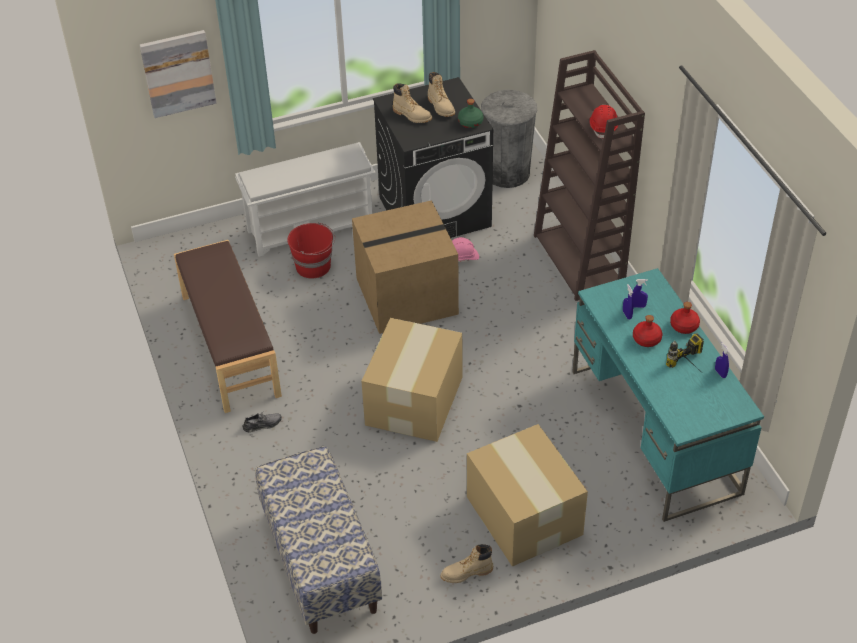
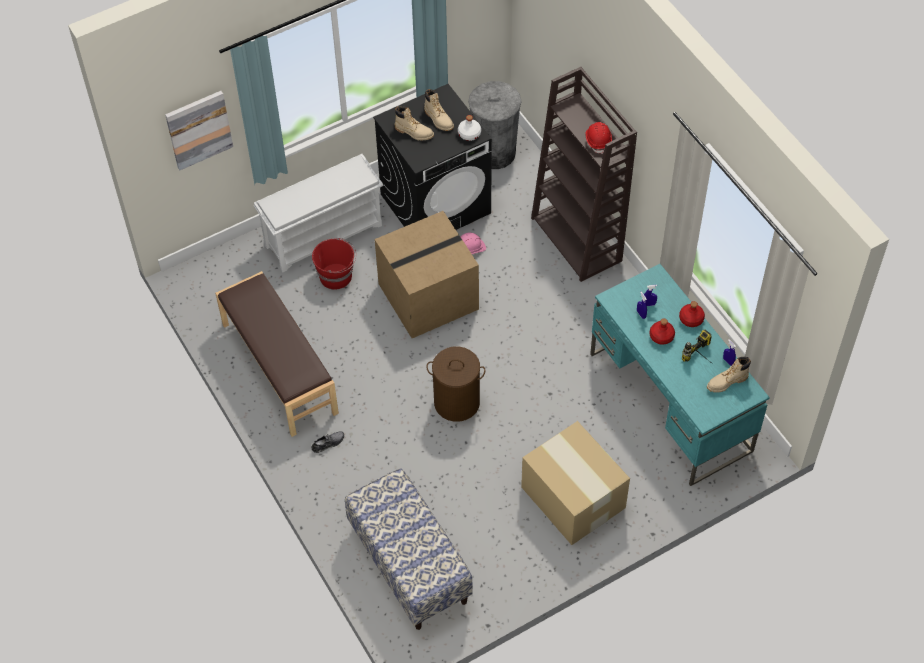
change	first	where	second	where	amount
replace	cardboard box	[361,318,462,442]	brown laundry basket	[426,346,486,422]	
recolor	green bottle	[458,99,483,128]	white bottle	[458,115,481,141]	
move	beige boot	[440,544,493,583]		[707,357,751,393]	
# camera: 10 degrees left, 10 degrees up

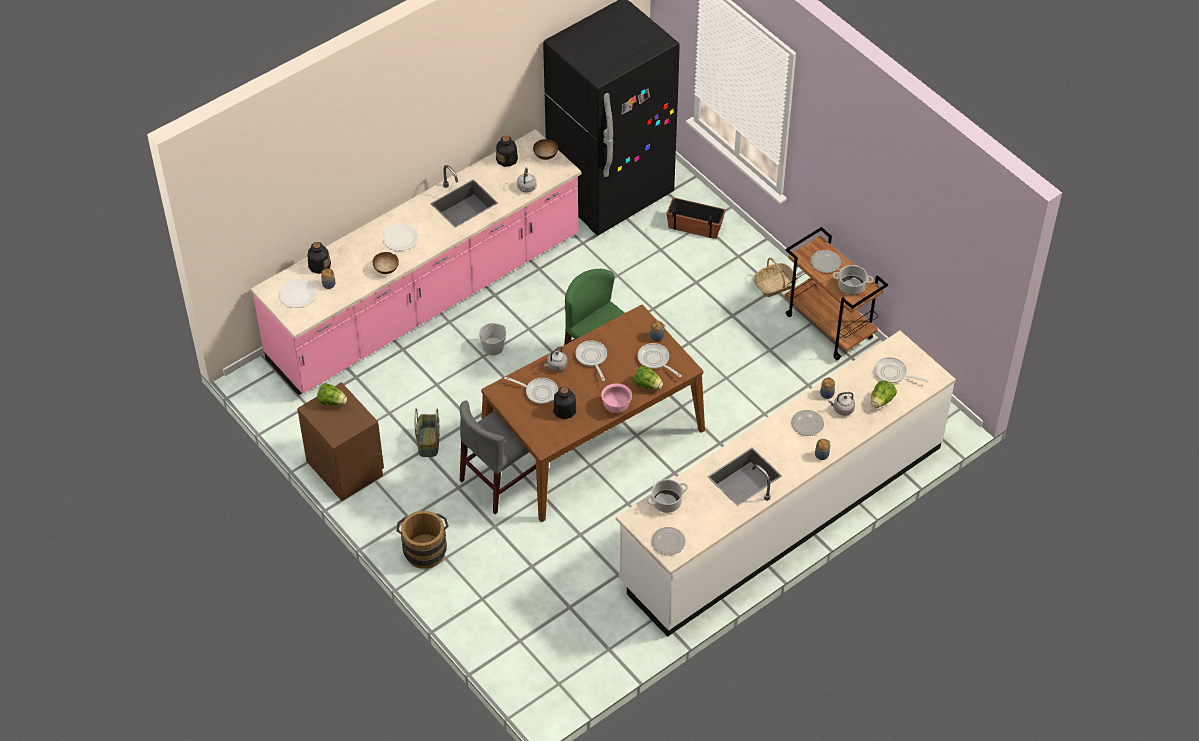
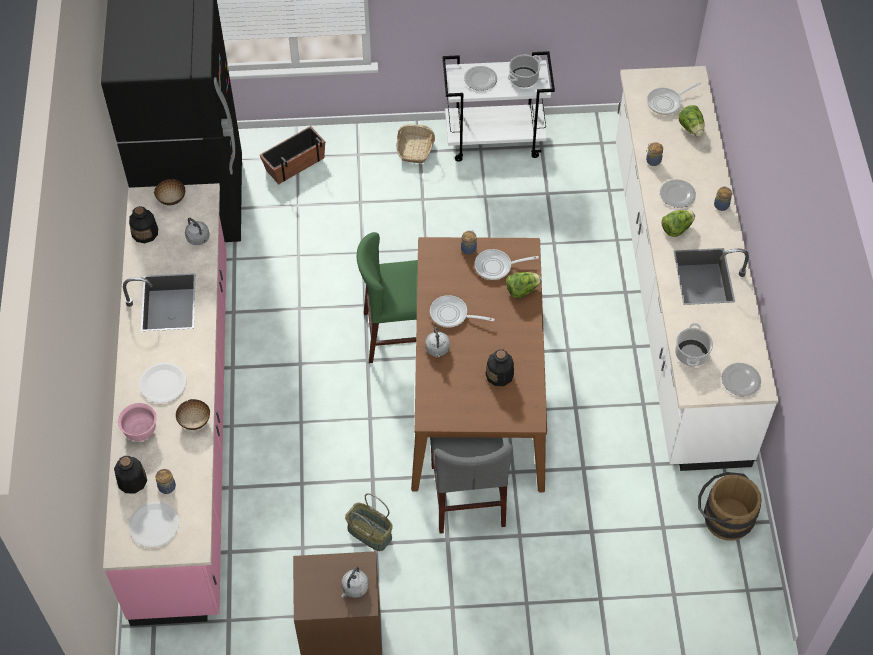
change	first	where	second	where	amount
move	pink bowl	[601,383,632,413]		[118,403,157,441]	
move	grey kettle	[828,392,855,416]		[341,567,369,598]	
recolor	brown cart	[784,227,888,360]	white cart	[442,51,555,162]	
move	lettuce	[317,383,347,406]		[661,210,695,237]	
move	brown bucket	[396,511,449,569]		[698,472,762,541]	
delete	white bucket	[479,323,506,356]			
delete	frying pan	[504,377,558,404]			
# camera: 55 degrees left, 5 degrees up

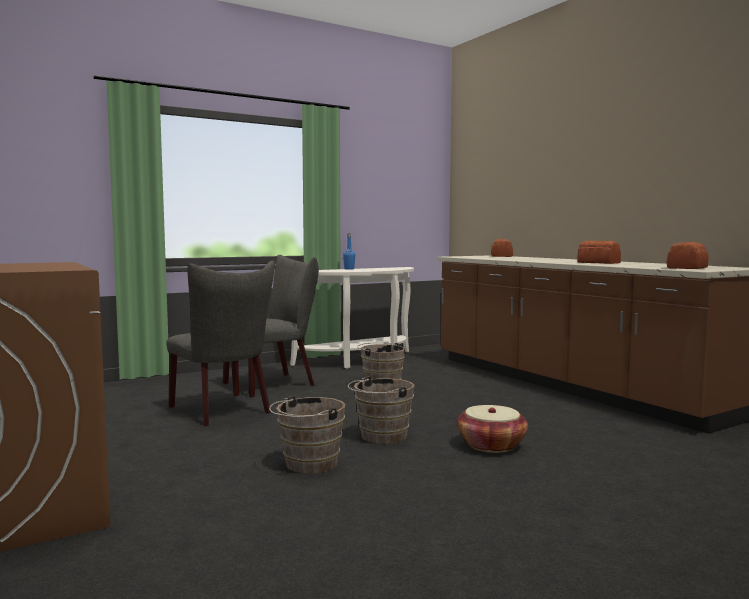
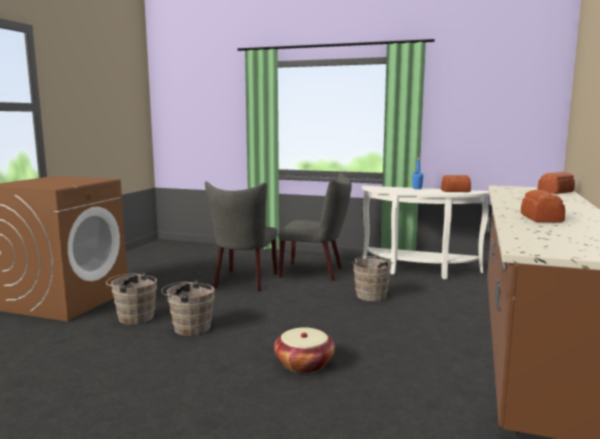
change	first	where	second	where	amount
move	brown bucket	[348,376,414,444]		[106,273,157,325]	
move	bread	[666,242,708,269]		[441,175,471,192]	
# camera: 50 degrees right, 5 degrees up

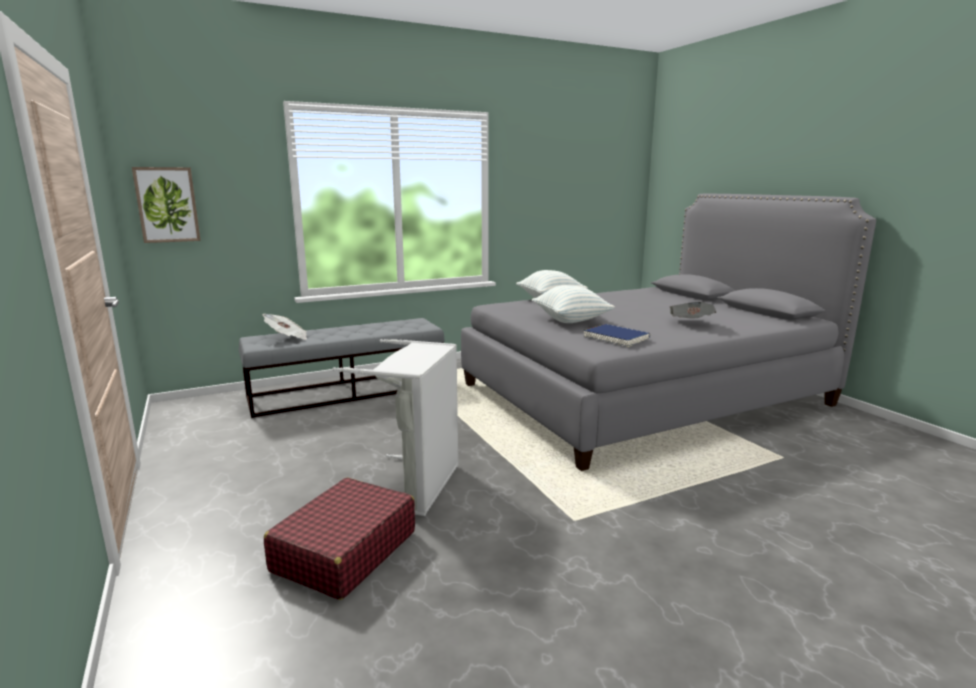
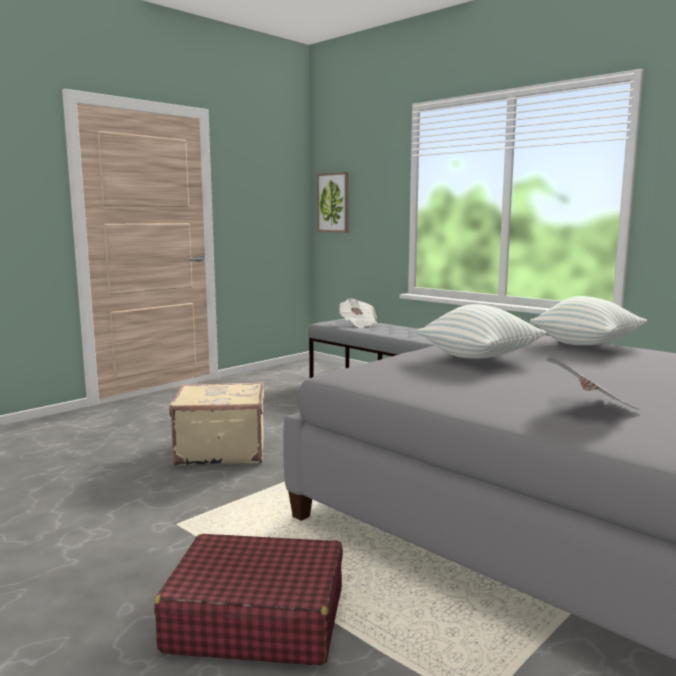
change	first	where	second	where	amount
move	red suitcase	[264,477,415,600]		[154,534,343,665]	
replace	grey laundry basket	[332,339,459,516]	beige suitcase	[169,382,265,466]	
delete	blue book	[583,324,650,347]			
# camera: 70 degrees right, 5 degrees down

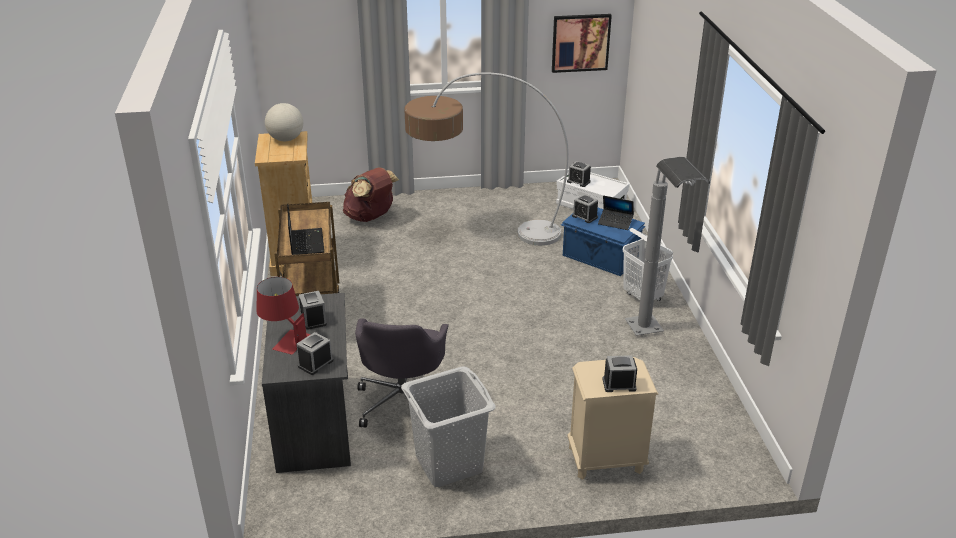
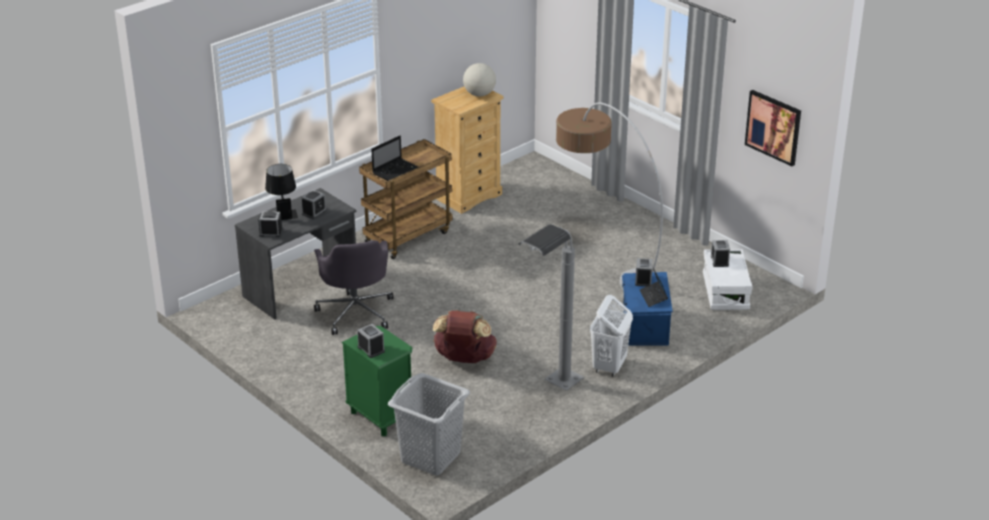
change	first	where	second	where	amount
recolor	red table lamp	[256,277,310,355]	black table lamp	[265,164,298,220]	
rotate	grey office chair	[355,318,452,427]		[314,240,394,335]	75 degrees counterclockwise
recolor	beige nightstand	[567,357,658,480]	green nightstand	[342,326,412,436]	
move	grey laundry basket	[401,367,495,487]		[388,373,470,476]	
move	brown backpack	[343,167,399,222]		[433,310,497,363]	
# camera: 55 degrees right, 0 degrees up

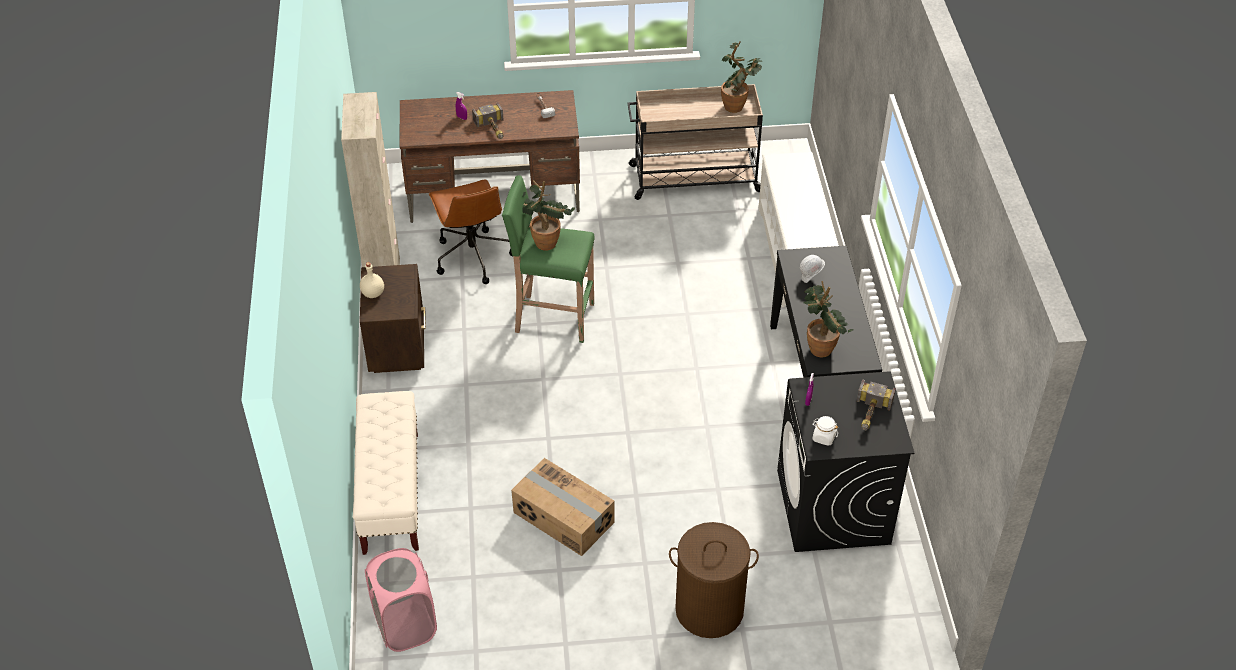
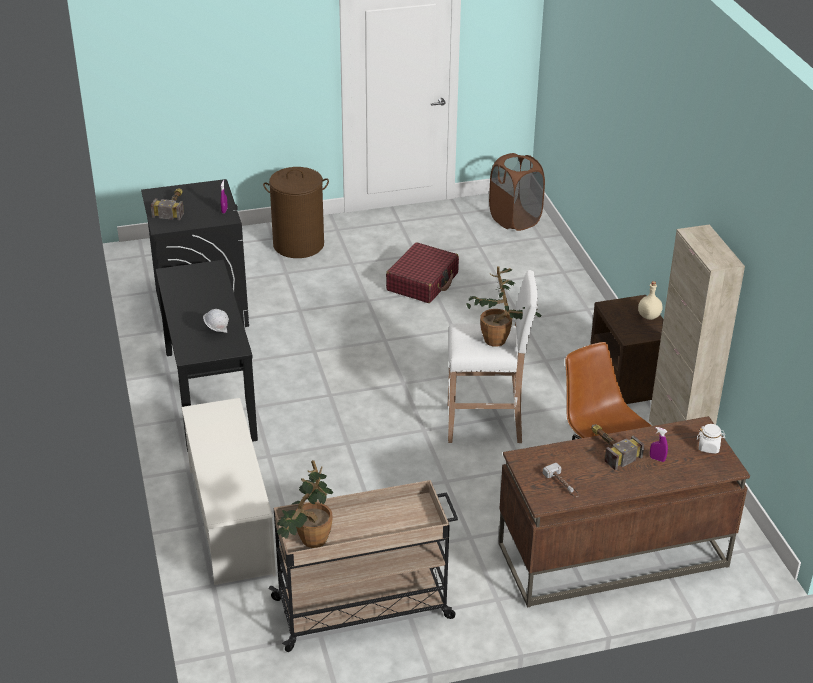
change	first	where	second	where	amount
replace	cardboard box	[511,458,615,556]	red suitcase	[386,242,459,303]	
recolor	green stool	[502,175,595,343]	white stool	[448,270,538,443]	
recolor	pink laundry basket	[365,548,437,652]	brown laundry basket	[489,153,545,231]	
move	white jar	[812,416,838,446]		[697,424,725,454]	
delete	beige bench	[353,391,419,555]			
delete	potted plant	[803,281,854,358]			
# camera: 170 degrees right, 10 degrees down

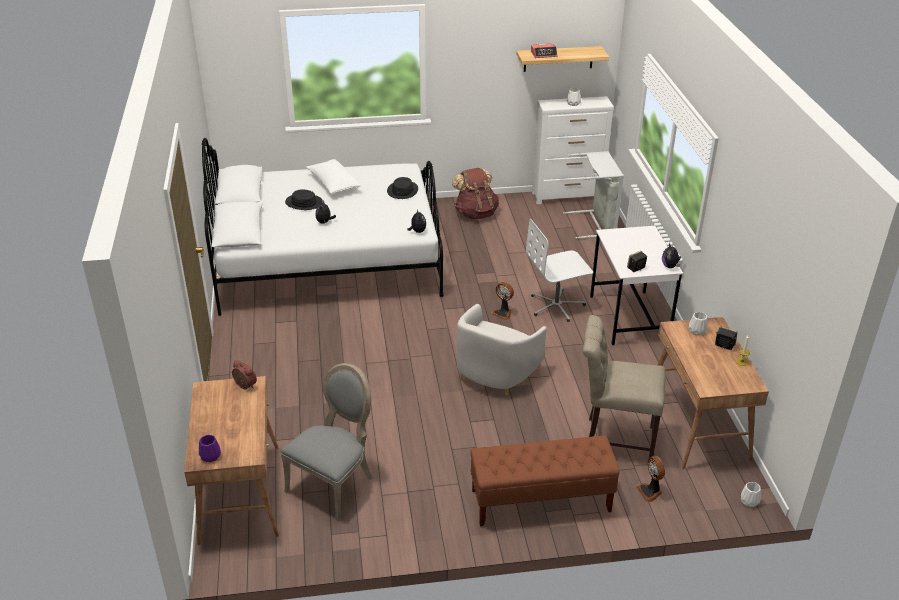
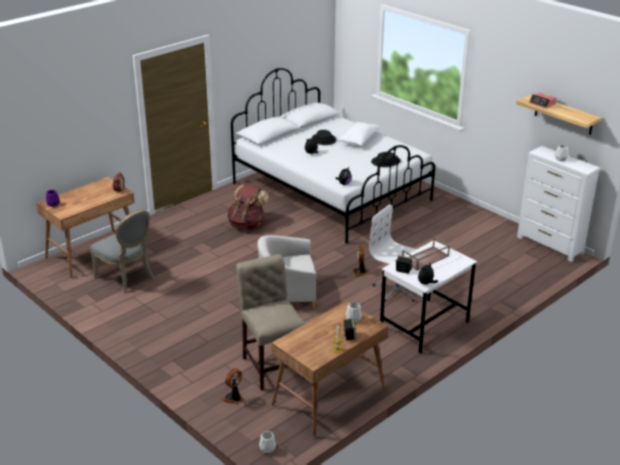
change	first	where	second	where	amount
rotate	grey chair	[281,363,373,522]		[90,209,154,293]	45 degrees clockwise
move	brown backpack	[452,168,499,219]		[227,184,269,230]	
insert			brown tray	[402,237,450,270]	
delete	brown bench	[471,435,620,526]			
delete	grey laundry basket	[563,151,624,239]			
# camera: 55 degrees right, 5 degrees down

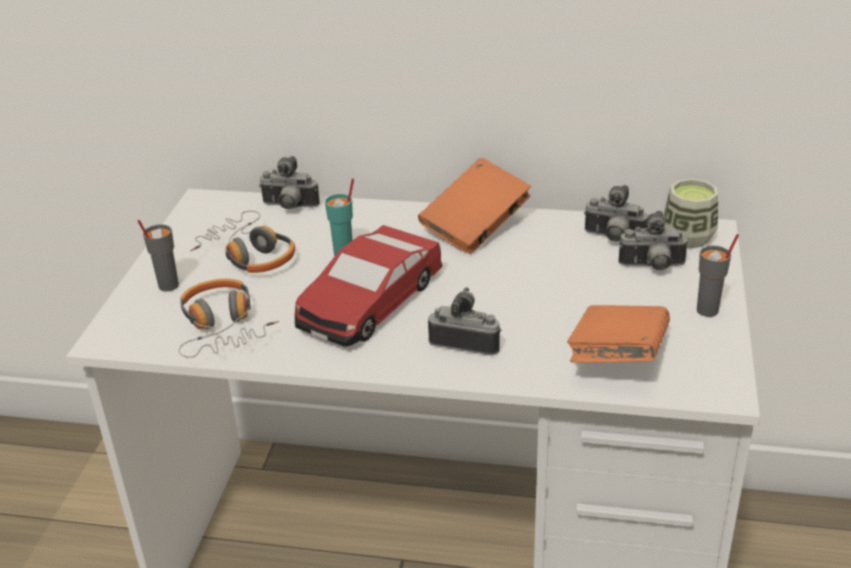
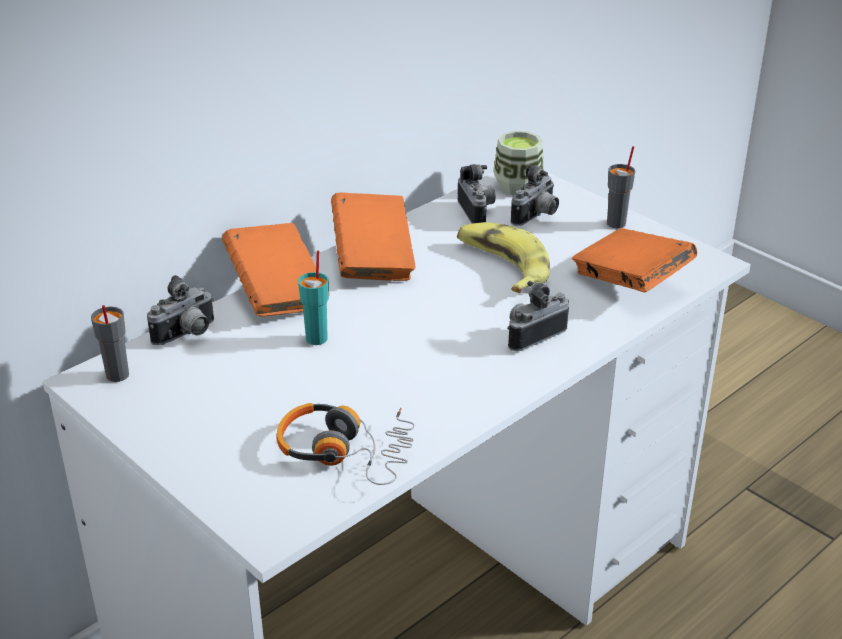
change	first	where	second	where	amount
move	grey cup	[138,220,179,292]		[91,305,129,382]	
insert			orange book	[222,223,330,316]	
rotate	photo camera	[584,185,649,242]		[457,164,496,224]	75 degrees counterclockwise
insert			banana	[457,222,550,293]	
delete	headphones	[190,211,295,273]			
delete	toy car	[295,225,442,347]			
# camera: 55 degrees left, 0 degrees up

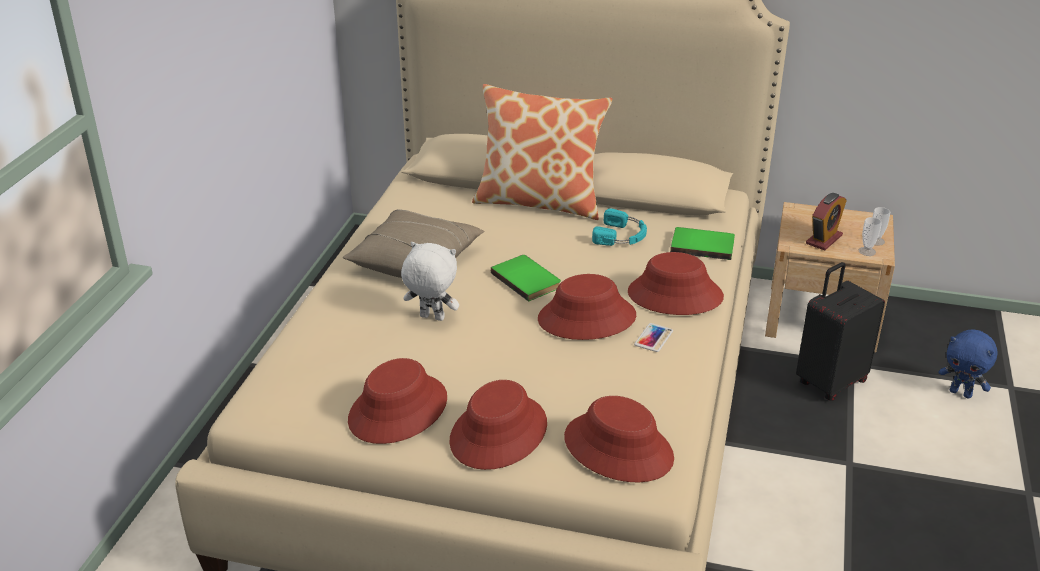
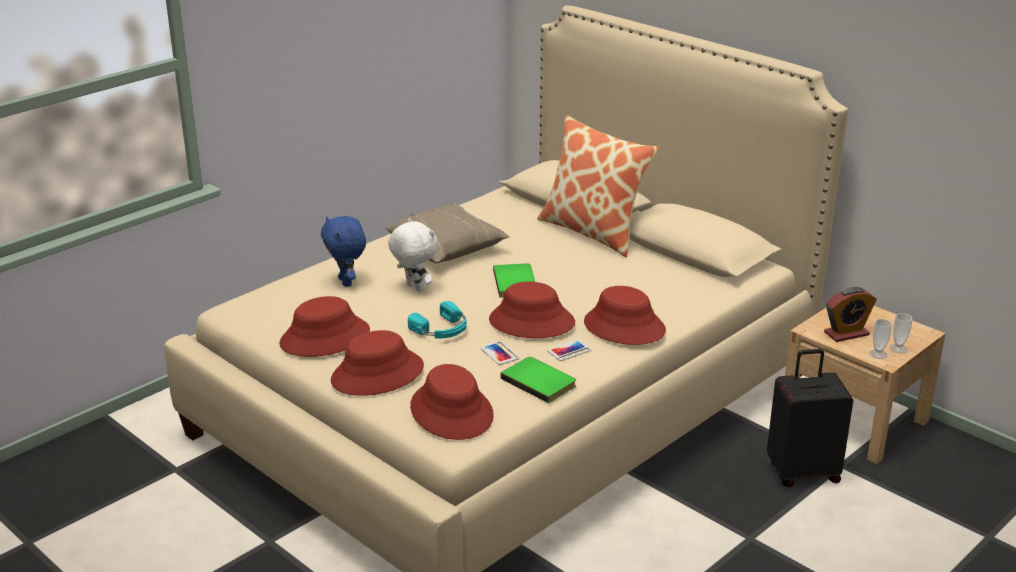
change	first	where	second	where	amount
move	blue plush toy	[939,329,997,399]		[321,216,366,287]	
move	turquoise headphones	[592,208,647,246]		[408,301,466,338]	
insert			phone	[481,341,519,365]	
move	green book	[670,227,735,260]		[500,357,576,403]	
# camera: 30 degrees right, 5 degrees down

